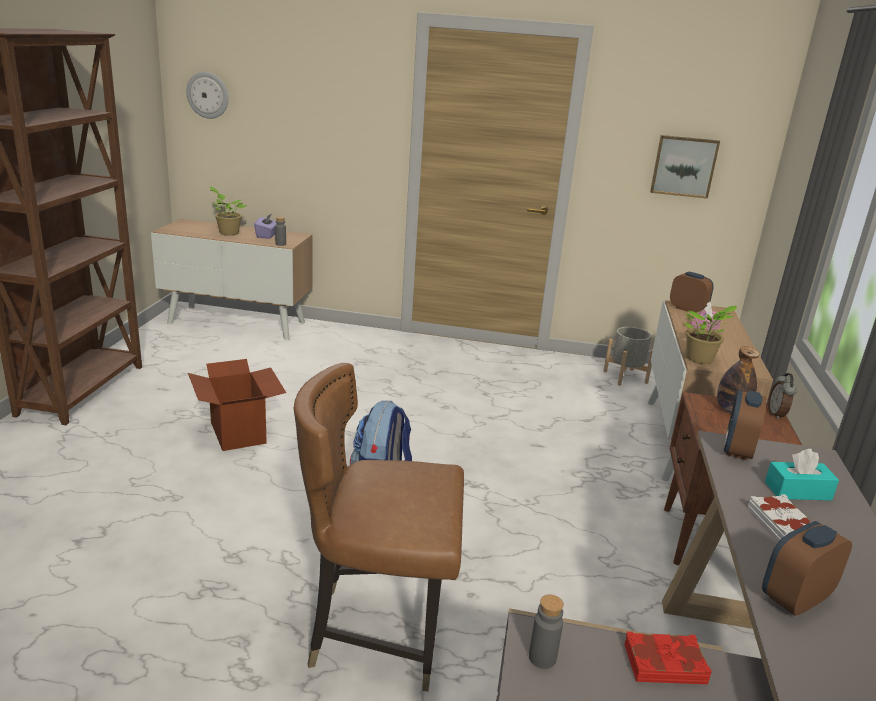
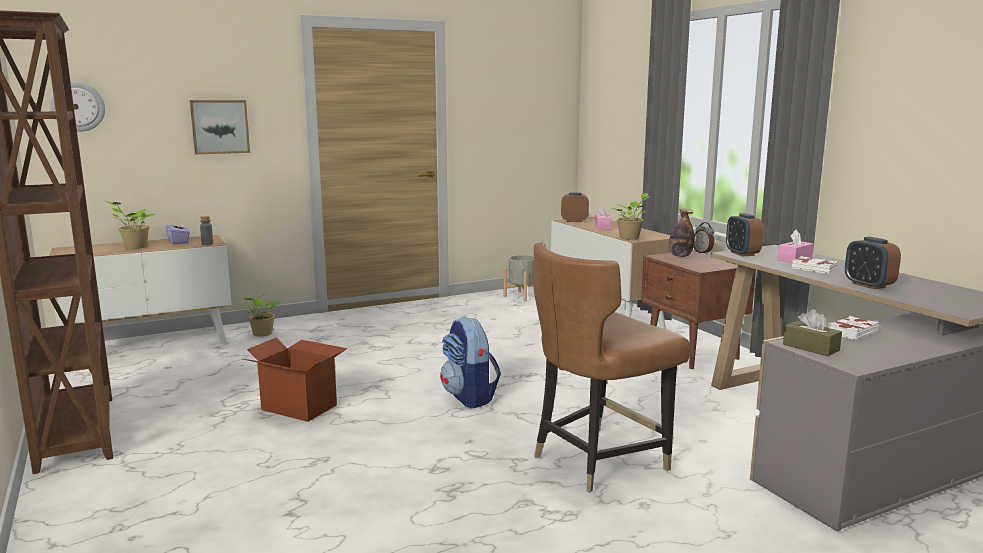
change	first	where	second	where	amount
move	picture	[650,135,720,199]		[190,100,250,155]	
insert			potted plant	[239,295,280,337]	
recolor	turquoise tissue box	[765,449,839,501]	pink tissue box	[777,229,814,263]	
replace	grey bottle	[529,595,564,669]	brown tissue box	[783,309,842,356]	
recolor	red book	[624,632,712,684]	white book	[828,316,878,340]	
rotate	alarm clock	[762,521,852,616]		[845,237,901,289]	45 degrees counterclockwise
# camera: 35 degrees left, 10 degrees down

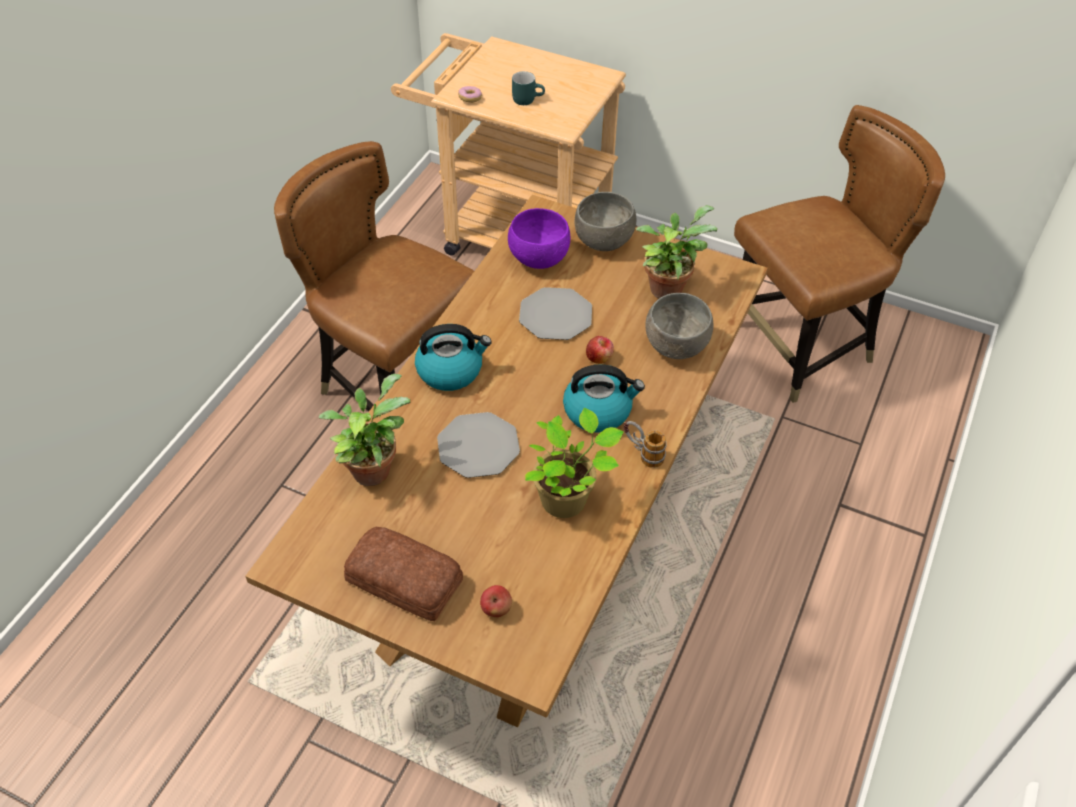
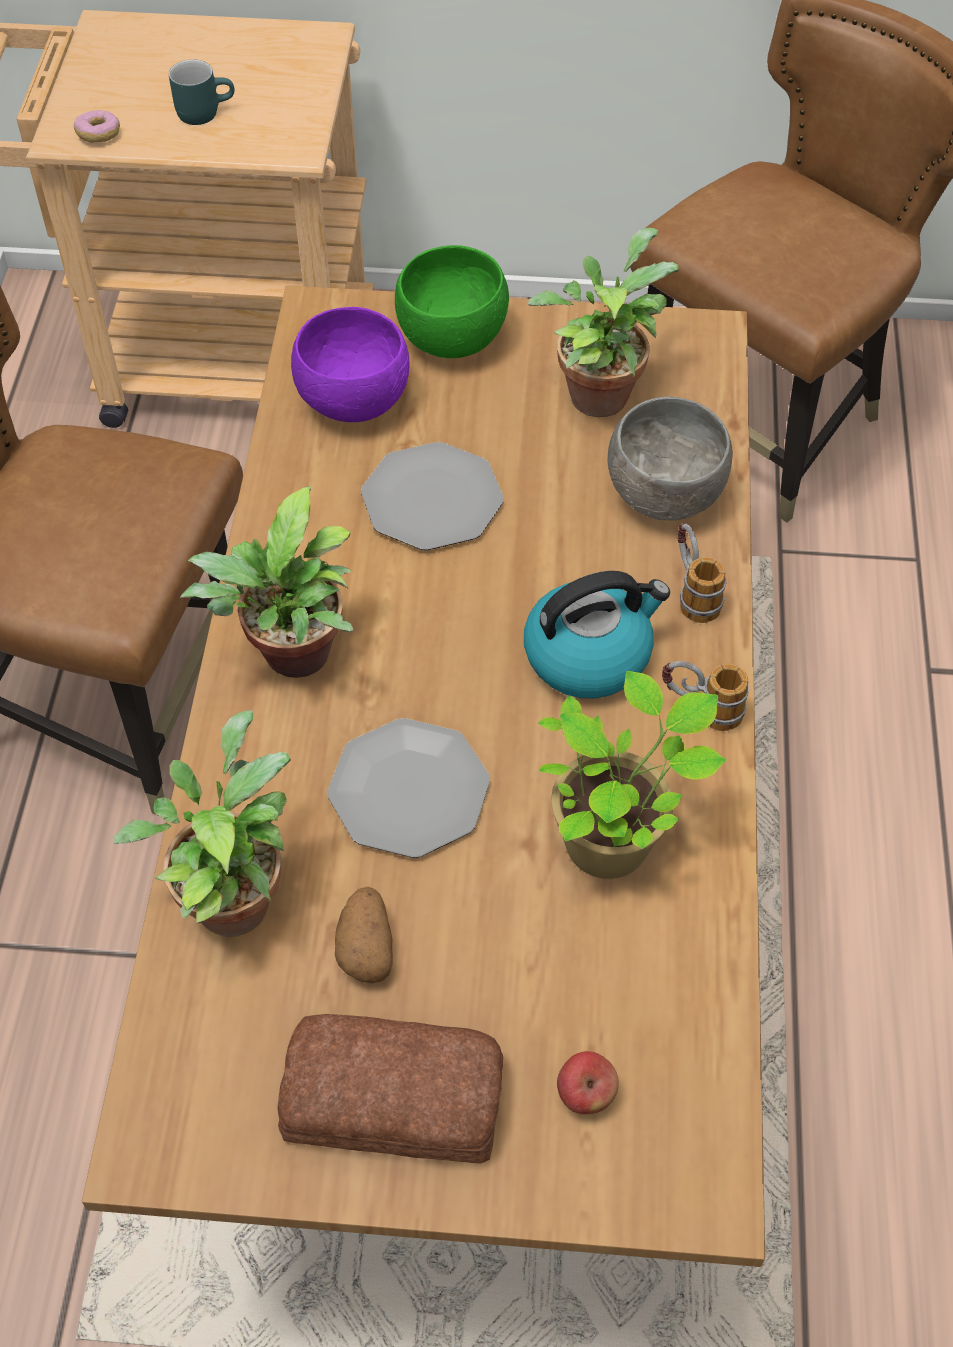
change	first	where	second	where	amount
replace	kettle	[415,324,492,391]	potted plant	[180,486,353,678]	
insert			potato	[335,887,393,983]	
recolor	grey bowl	[574,192,636,251]	green bowl	[395,245,509,358]	
insert			mug	[677,523,727,623]	
delete	apple	[586,336,614,364]			
# camera: 20 degrees left, 5 degrees up

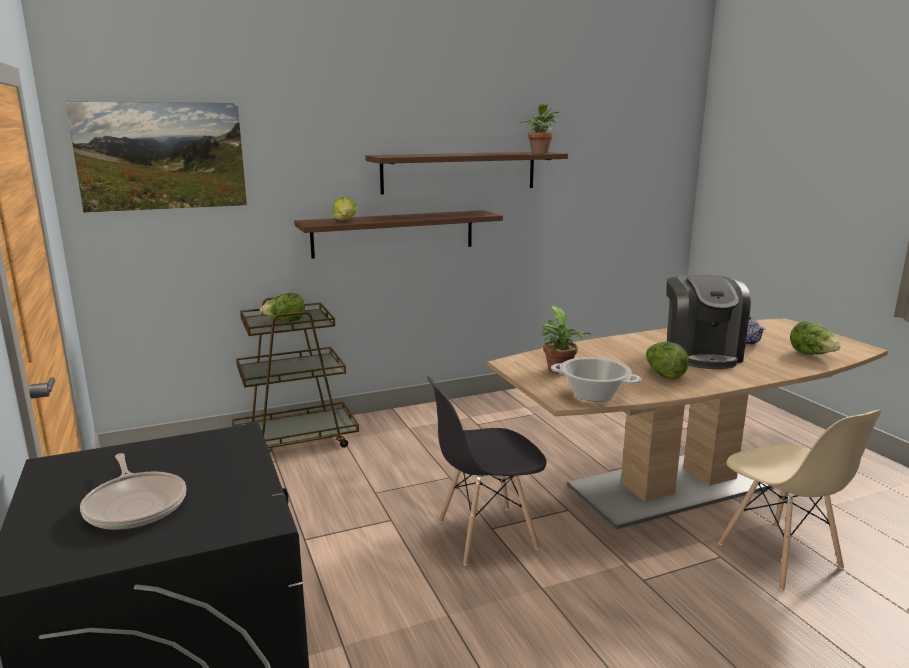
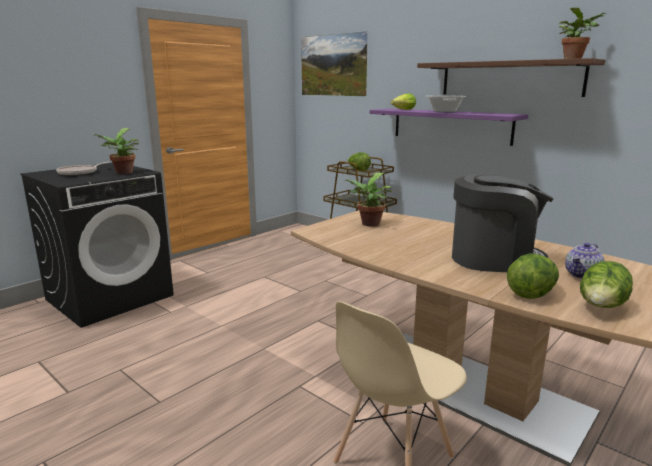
change	first	where	second	where	amount
insert			potted plant	[93,128,139,174]	
recolor	brown shelf	[294,210,503,259]	purple shelf	[370,109,528,146]	
move	cooking pot	[551,357,641,402]		[426,96,466,113]	
rotate	coffee machine	[666,275,751,369]		[452,174,554,272]	150 degrees counterclockwise
move	lettuce	[646,342,689,380]		[507,253,559,299]	
delete	grey chair	[427,376,547,566]			
# camera: 65 degrees right, 0 degrees up

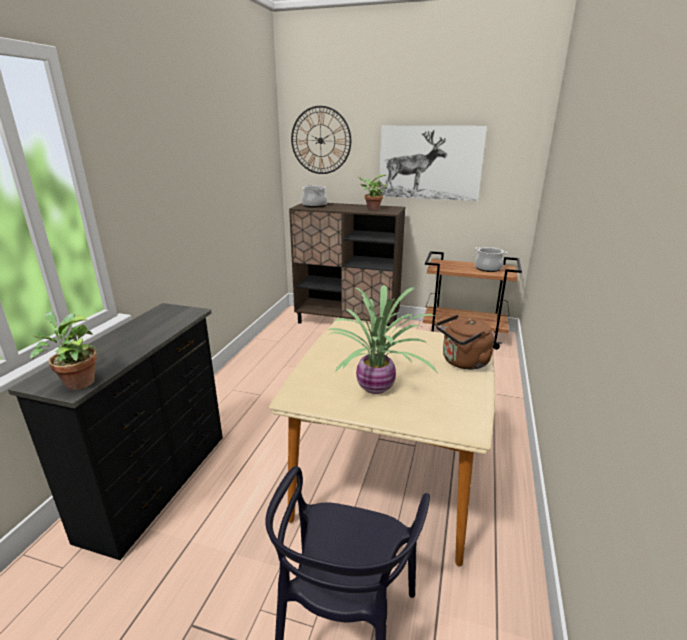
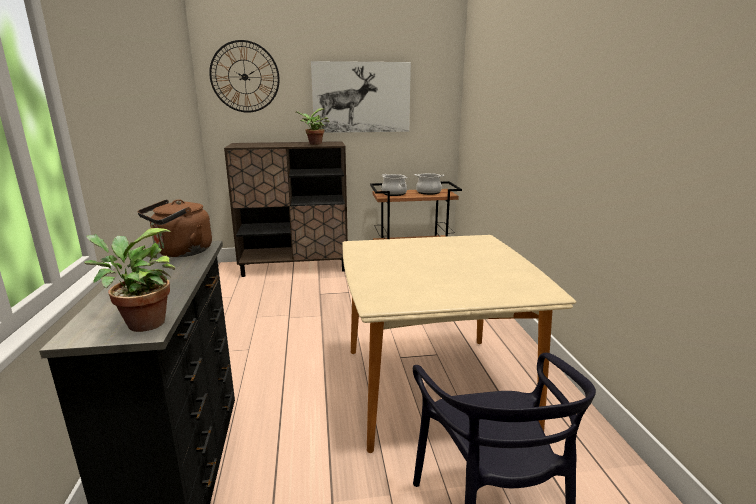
change	first	where	second	where	amount
move	brown kettle	[436,315,494,370]		[138,199,212,257]	
move	cooking pot	[302,185,327,208]		[381,174,407,196]	
delete	potted plant	[327,285,437,394]			
# camera: 25 degrees left, 5 degrees down

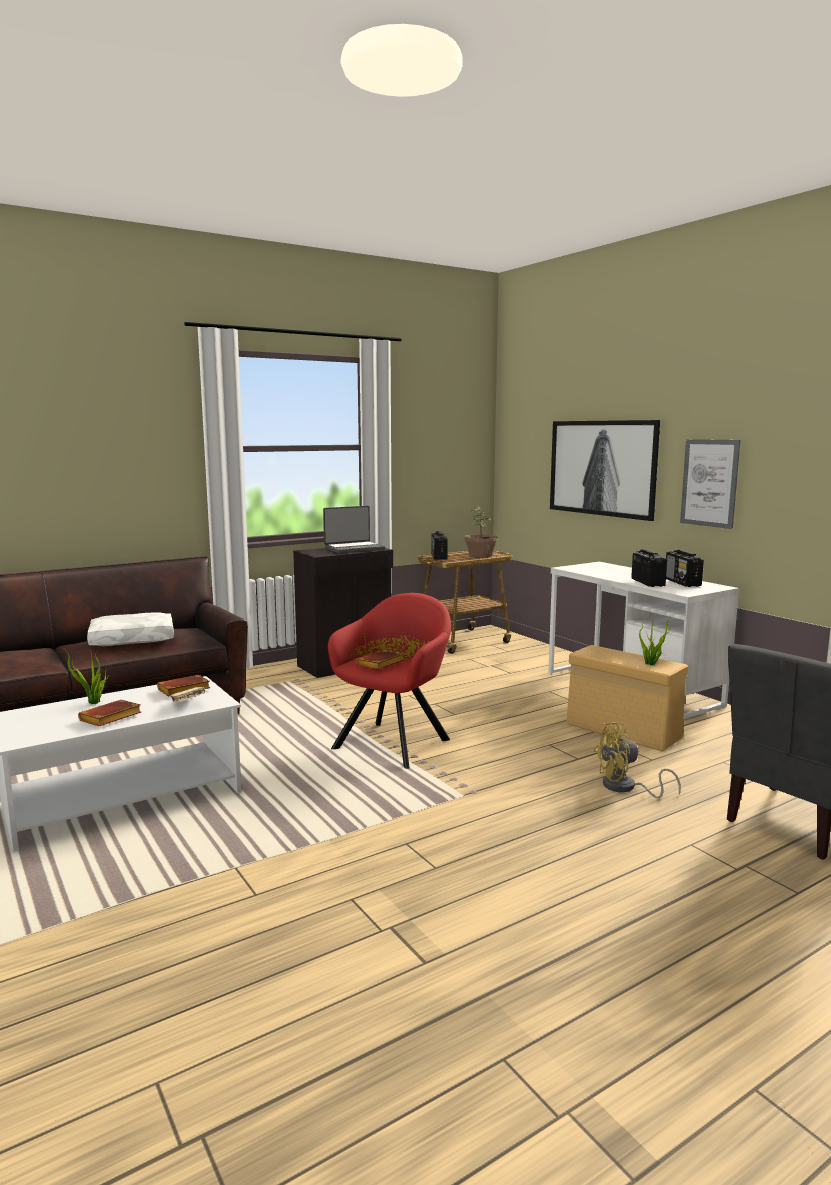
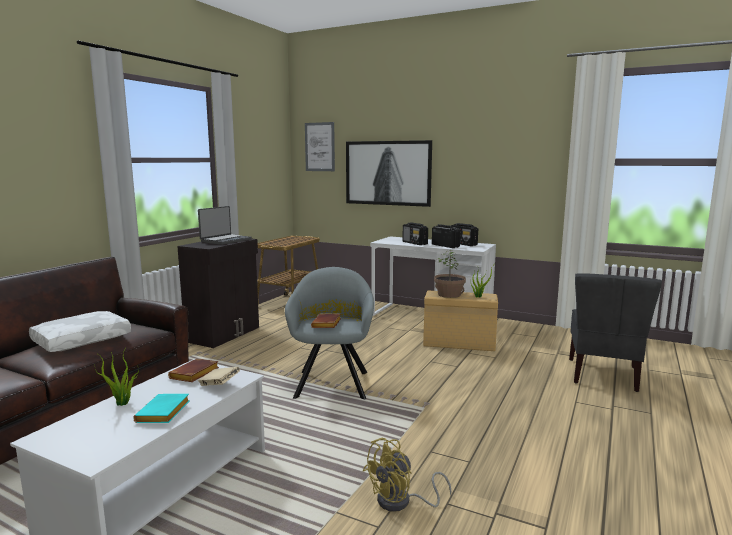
change	first	where	second	where	amount
recolor	brown book	[78,700,141,726]	turquoise book	[133,394,190,423]	
recolor	red armchair	[328,593,451,769]	grey armchair	[285,267,374,399]	
move	picture	[680,439,740,529]		[305,122,335,171]	
move	yellow fan	[593,722,681,798]		[363,438,452,512]	
move	radio	[431,531,448,560]		[402,222,428,245]	
move	potted plant	[465,507,498,557]		[434,250,466,298]	
# camera: 30 degrees left, 0 degrees up

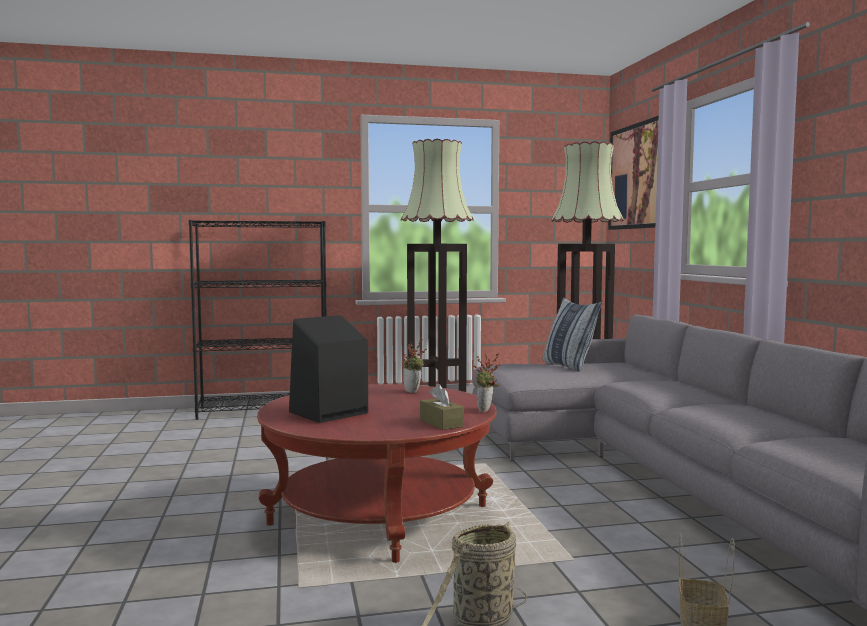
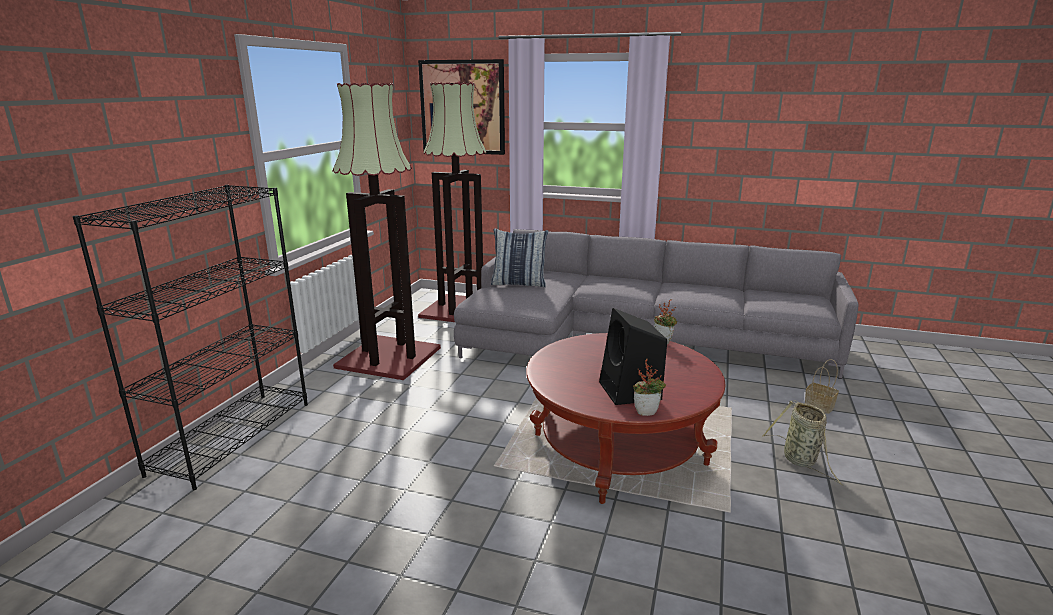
change	first	where	second	where	amount
move	potted plant	[402,339,427,393]		[633,358,666,416]	
delete	brown tissue box	[420,384,464,430]			
# camera: 60 degrees left, 15 degrees up

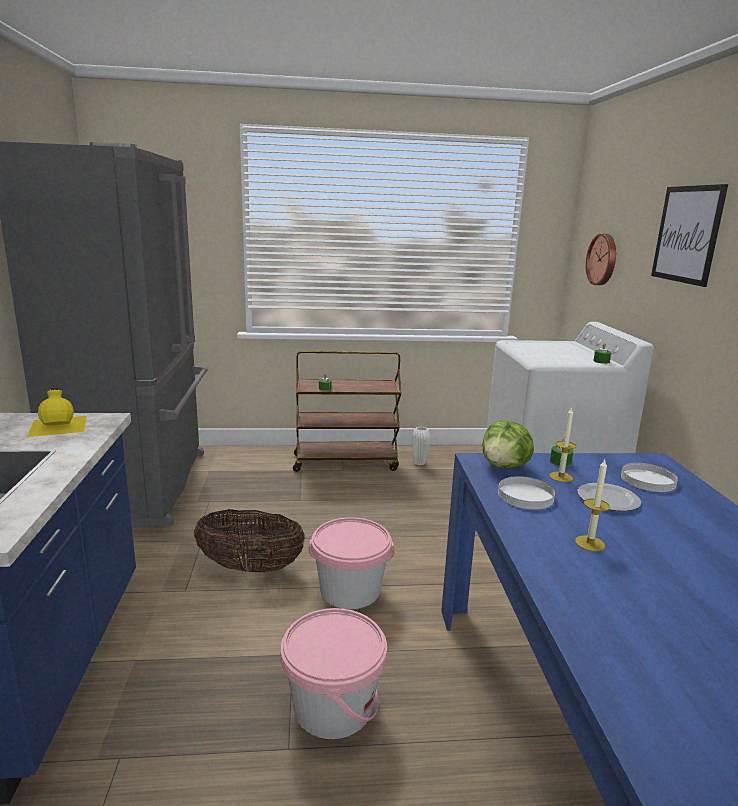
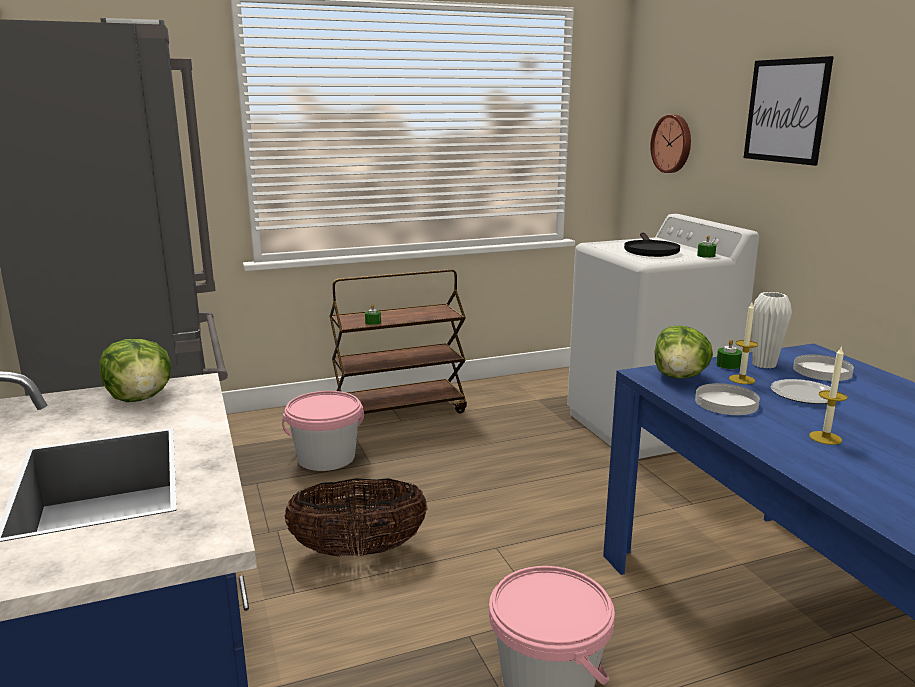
change	first	where	second	where	amount
replace	yellow bottle	[27,388,87,437]	lettuce	[99,338,171,402]	
move	pink bucket	[308,517,394,609]		[282,391,364,471]	
insert			black frying pan	[624,232,680,257]	
move	white vase	[412,427,431,466]		[752,292,792,369]	
# camera: 15 degrees left, 0 degrees up

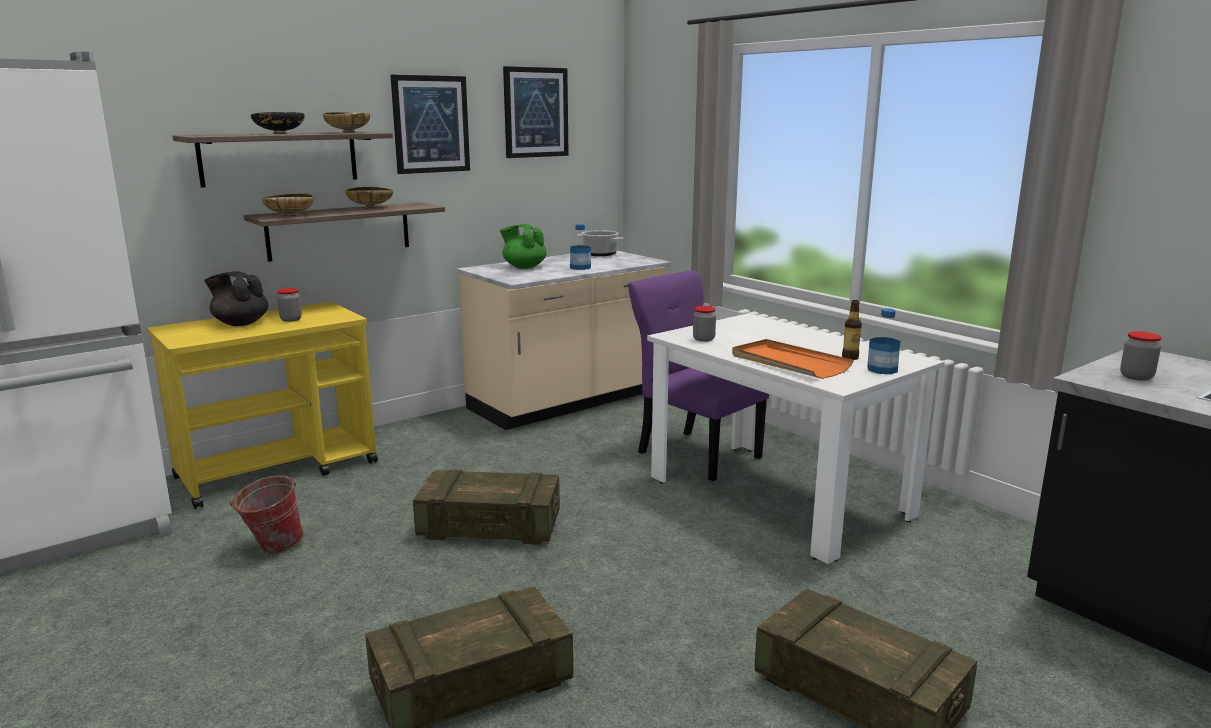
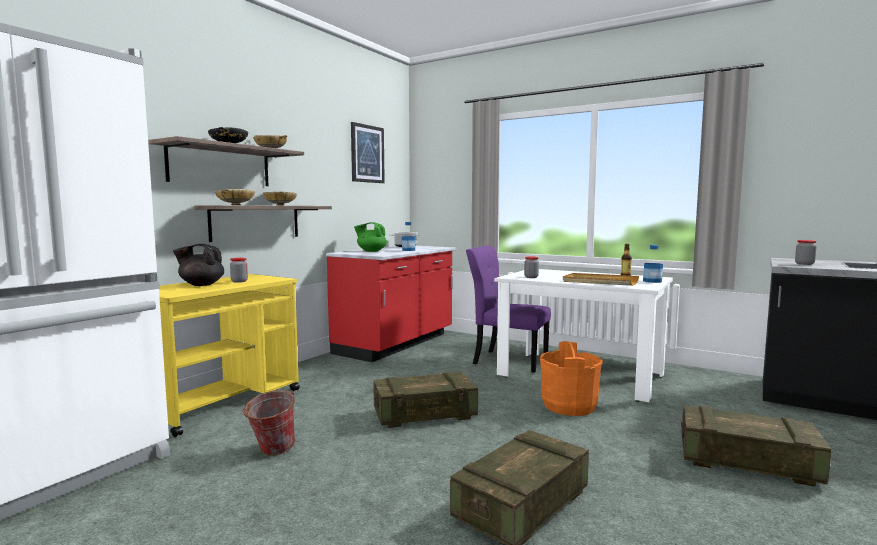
change	first	where	second	where	amount
recolor	beige counter	[457,251,671,430]	red counter	[326,246,456,362]	
insert			orange bucket	[540,341,603,416]	
recolor	orange tray	[732,339,854,379]	beige tray	[563,273,639,286]	
delete	picture	[391,75,470,174]			
# camera: 20 degrees left, 10 degrees down

